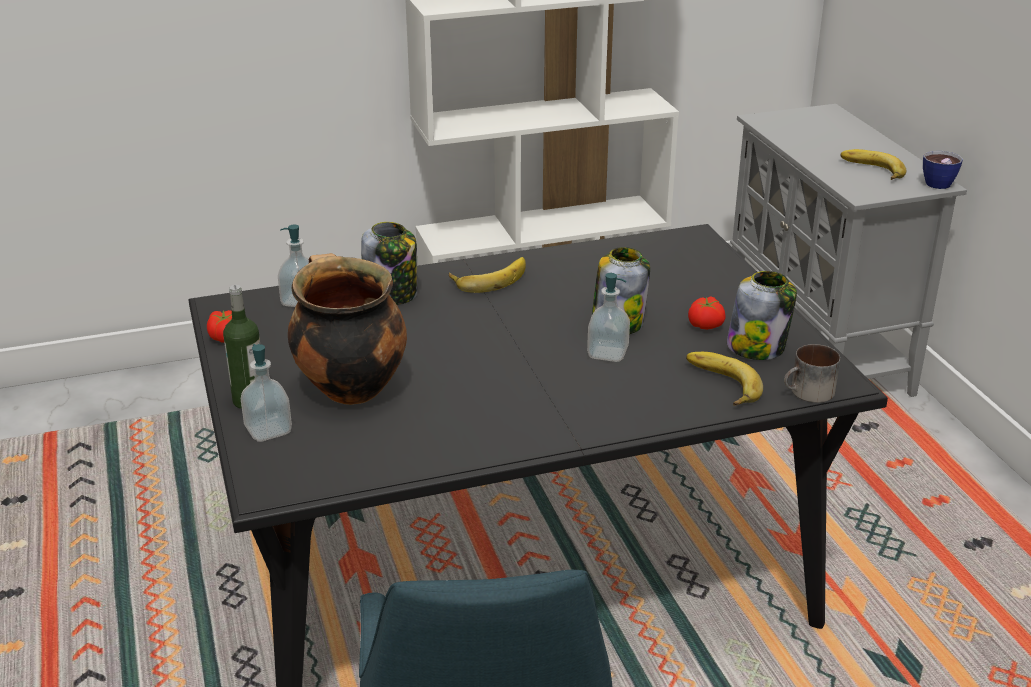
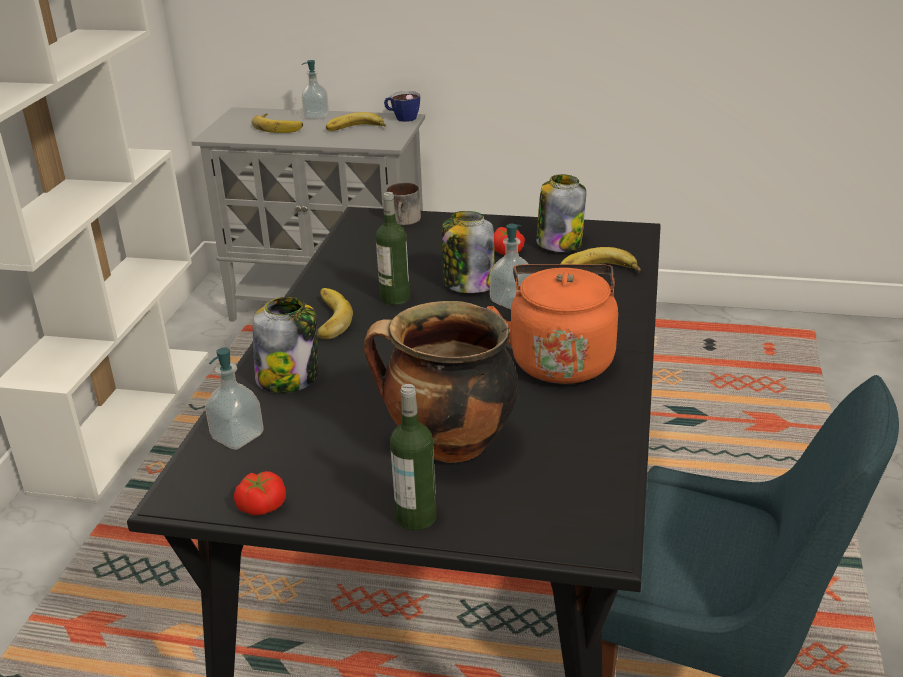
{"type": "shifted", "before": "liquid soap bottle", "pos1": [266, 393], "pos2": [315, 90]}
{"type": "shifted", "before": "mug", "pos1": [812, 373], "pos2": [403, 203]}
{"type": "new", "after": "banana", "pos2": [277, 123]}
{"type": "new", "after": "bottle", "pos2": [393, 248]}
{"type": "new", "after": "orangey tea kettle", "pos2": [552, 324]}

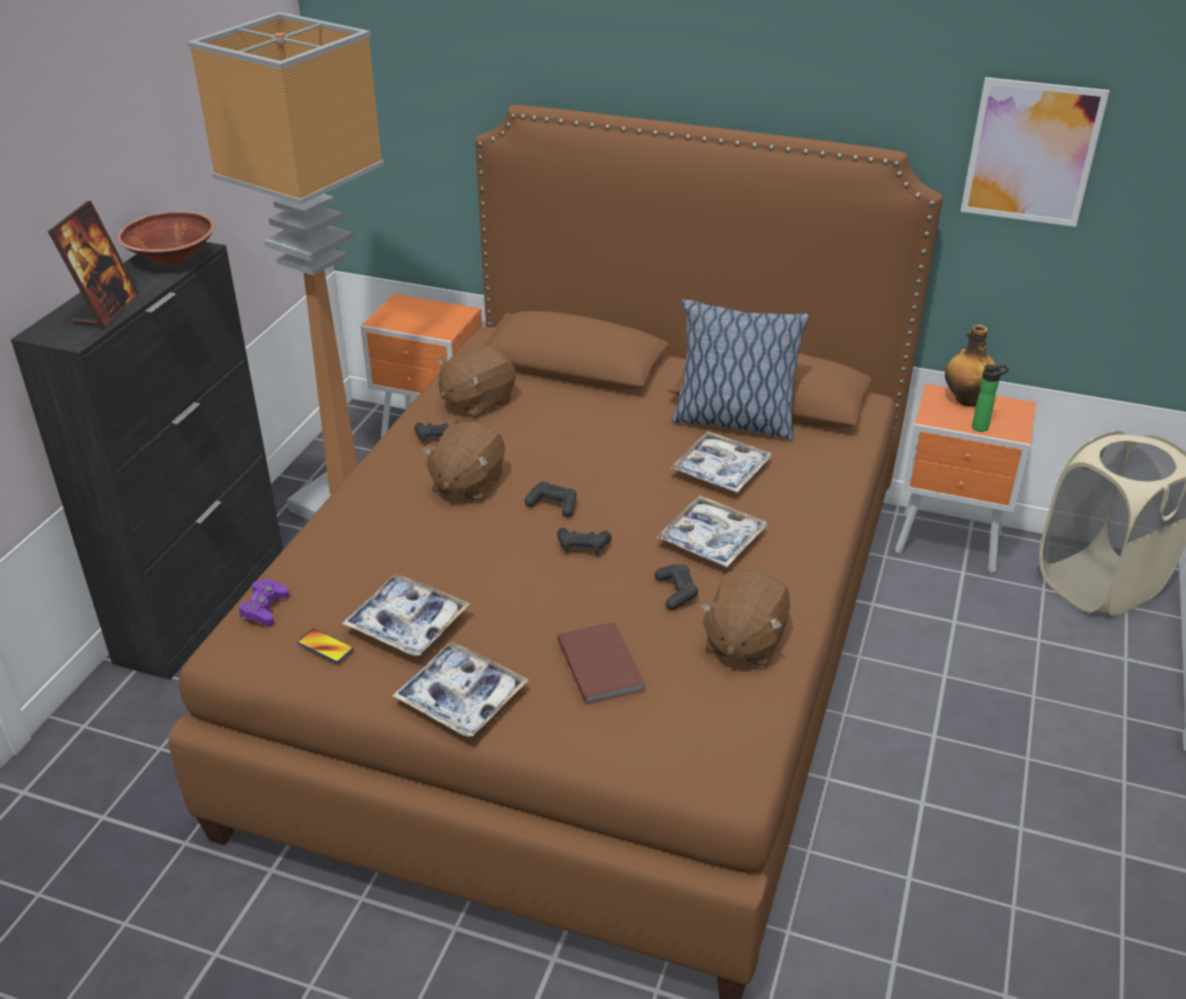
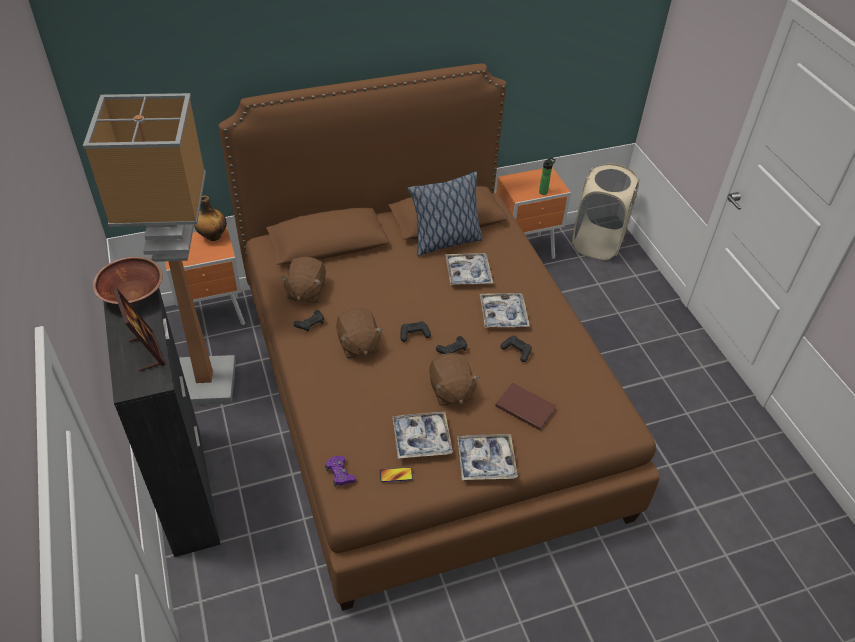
{"type": "gone", "before": "wall art", "pos1": [1035, 152]}
{"type": "shifted", "before": "bottle", "pos1": [970, 365], "pos2": [210, 218]}
{"type": "shifted", "before": "brownish cuddly toy", "pos1": [745, 618], "pos2": [454, 379]}

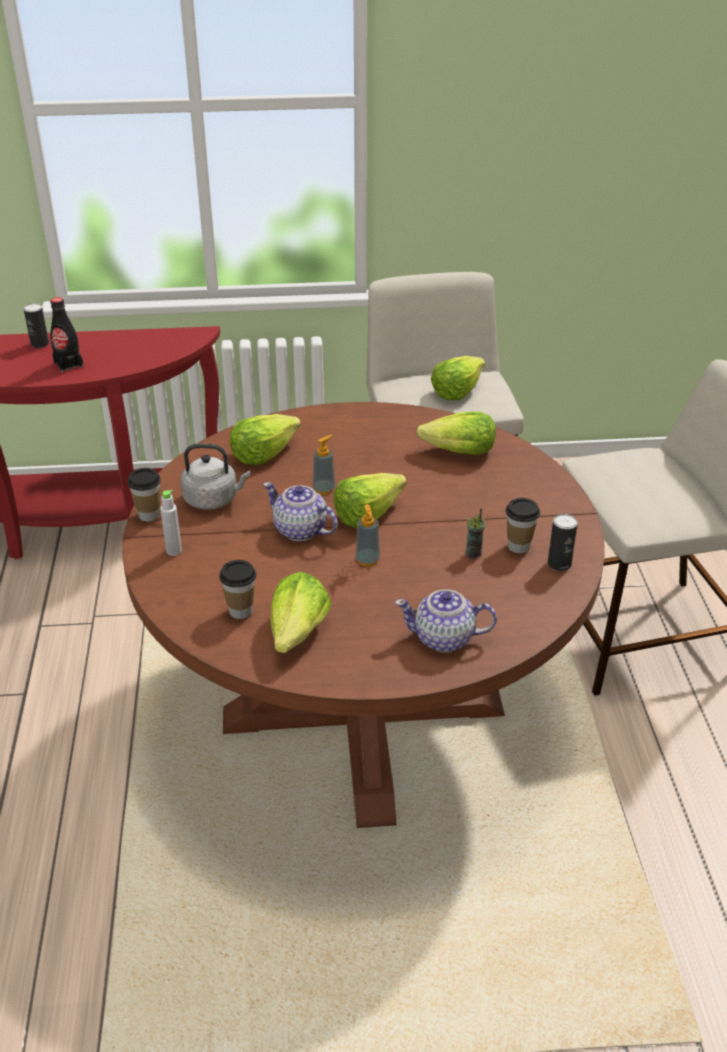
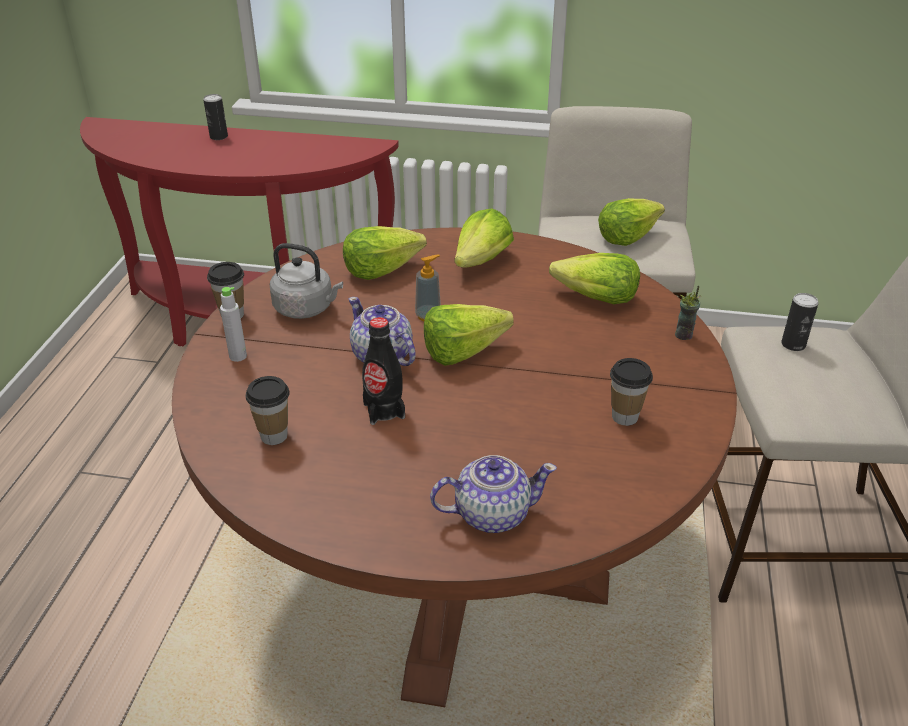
{"type": "shifted", "before": "blackish bottle", "pos1": [66, 334], "pos2": [383, 371]}
{"type": "gone", "before": "liquid soap bottle", "pos1": [368, 535]}
{"type": "shifted", "before": "drinking cup", "pos1": [475, 533], "pos2": [688, 313]}
{"type": "shifted", "before": "can", "pos1": [563, 542], "pos2": [800, 322]}
{"type": "shifted", "before": "lettuce", "pos1": [301, 612], "pos2": [484, 238]}
{"type": "rotated", "before": "teapot", "pos1": [446, 620], "pos2": [493, 494], "turn": 150}

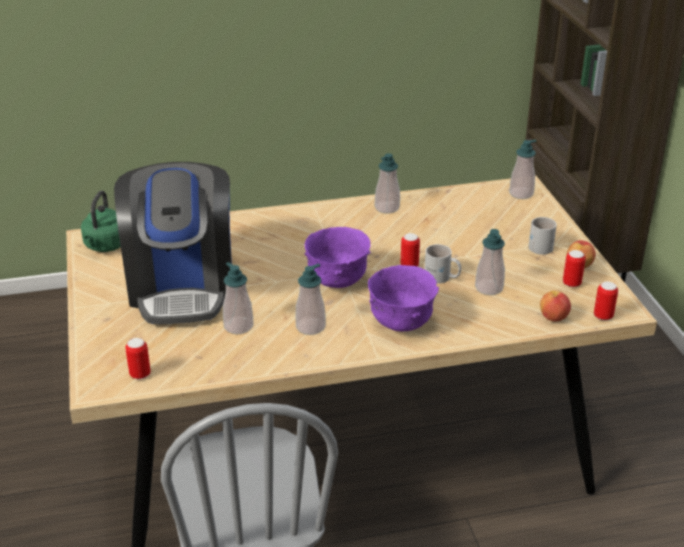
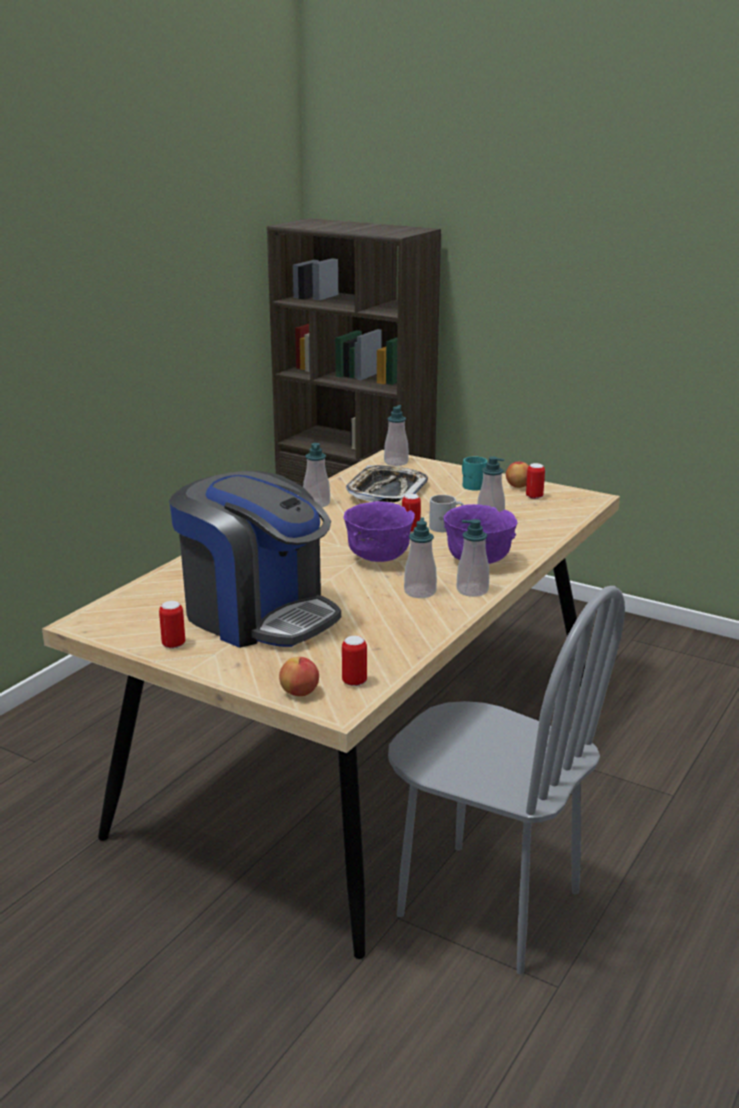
{"type": "gone", "before": "green tea kettle", "pos1": [101, 221]}
{"type": "repainted", "before": "white mug", "after": "turquoise mug", "pos1": [542, 236], "pos2": [474, 473]}
{"type": "shifted", "before": "liquid soap bottle", "pos1": [238, 298], "pos2": [473, 558]}
{"type": "shifted", "before": "can", "pos1": [606, 301], "pos2": [172, 625]}
{"type": "shifted", "before": "apple", "pos1": [555, 306], "pos2": [299, 676]}
{"type": "new", "after": "carrying tray", "pos2": [387, 483]}

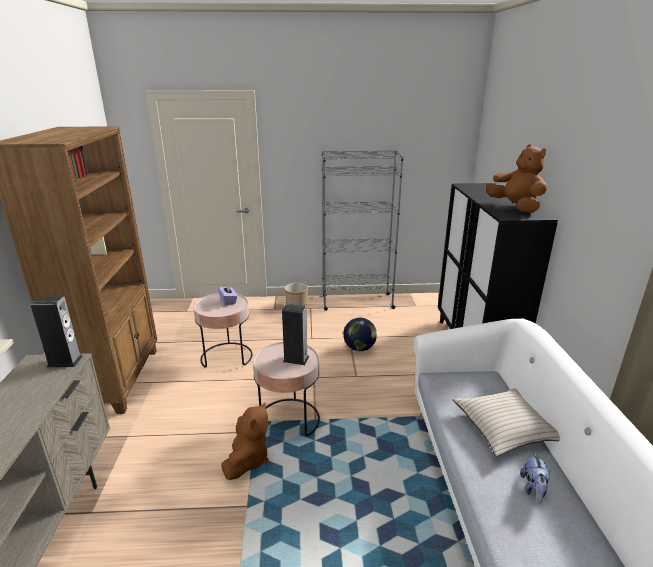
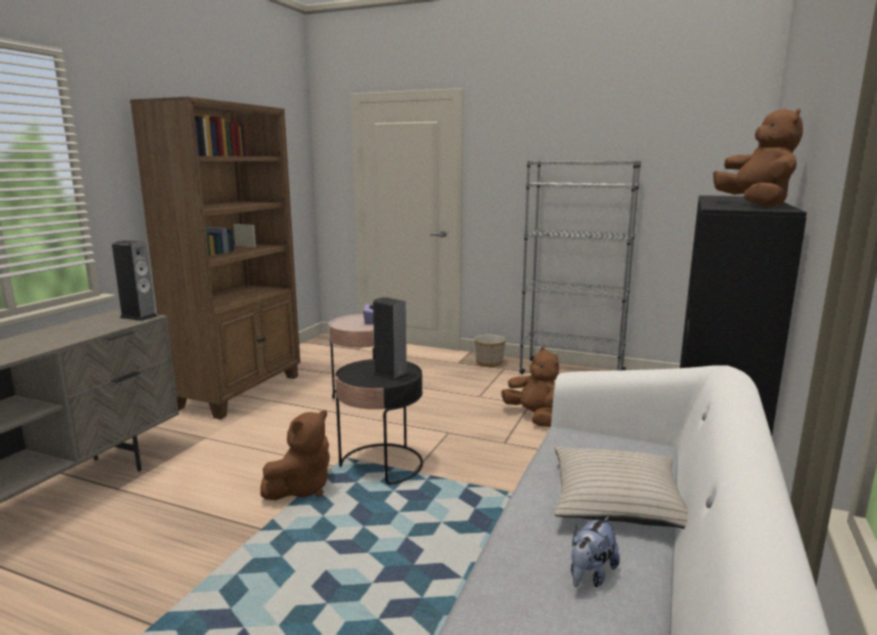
{"type": "swapped", "before": "desk globe", "after": "brownish cuddly toy", "pos1": [360, 334], "pos2": [530, 387]}
{"type": "repainted", "before": "pink end table", "after": "blackish end table", "pos1": [286, 389], "pos2": [379, 422]}

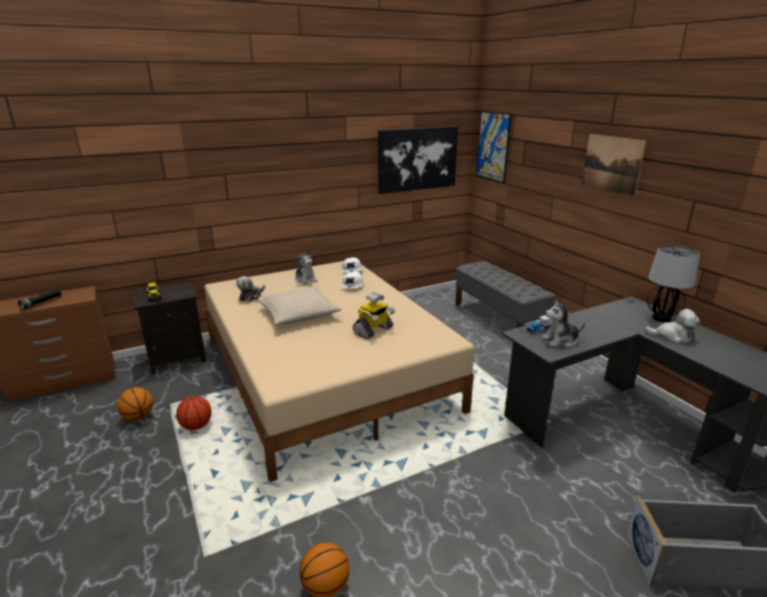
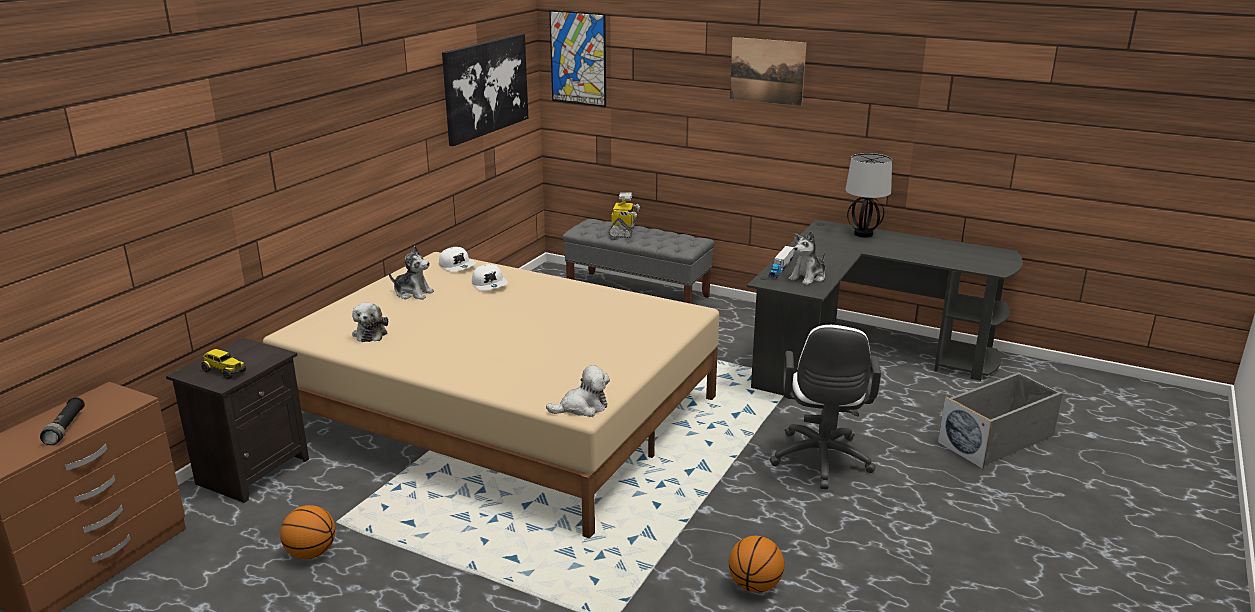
{"type": "gone", "before": "beige-coloured pillow", "pos1": [299, 306]}
{"type": "shifted", "before": "toy robot", "pos1": [373, 315], "pos2": [624, 215]}
{"type": "shifted", "before": "cuddly toy", "pos1": [672, 326], "pos2": [578, 391]}
{"type": "gone", "before": "basketball ball", "pos1": [194, 413]}
{"type": "new", "after": "white desk chair", "pos2": [825, 407]}

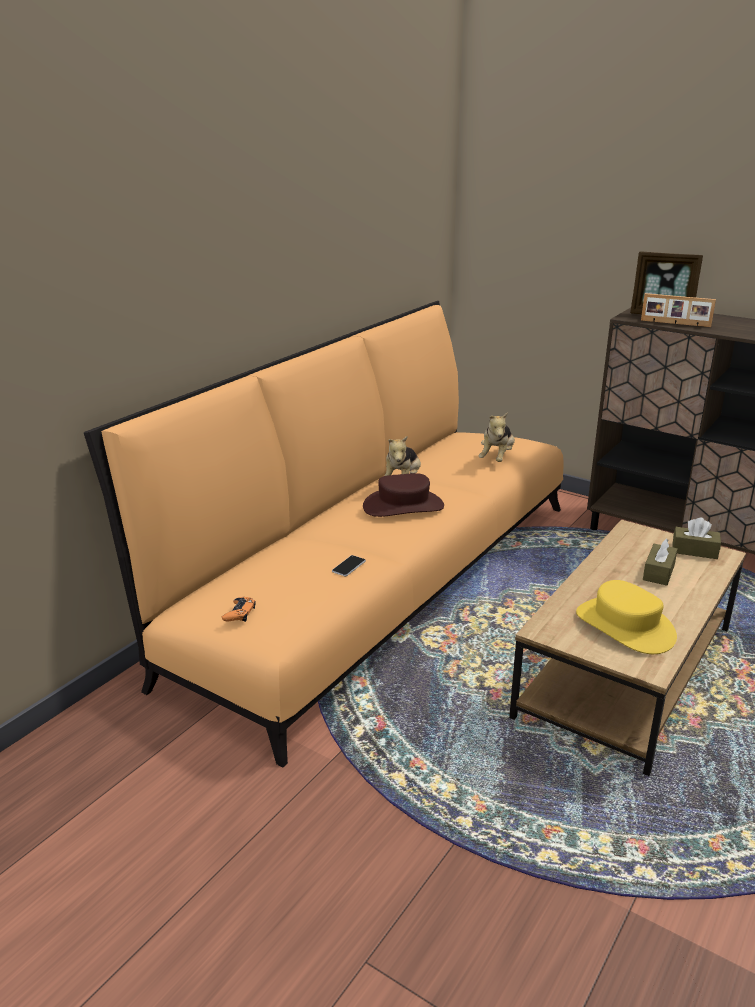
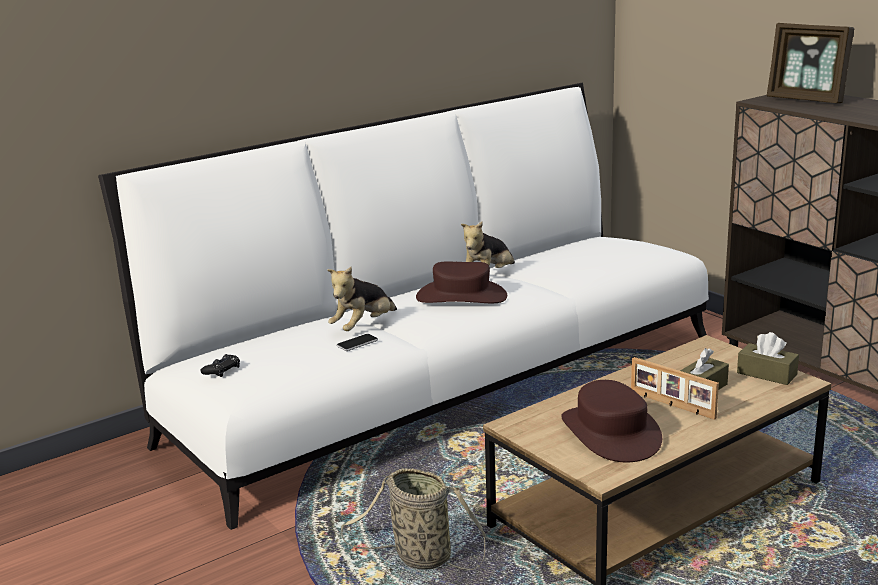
{"type": "shifted", "before": "photo frame", "pos1": [678, 310], "pos2": [675, 388]}
{"type": "repainted", "before": "orangey settee", "after": "white settee", "pos1": [324, 534], "pos2": [403, 306]}
{"type": "shifted", "before": "cuddly toy", "pos1": [496, 437], "pos2": [362, 299]}
{"type": "repainted", "before": "yellowish clothing hat", "after": "brownish clothing hat", "pos1": [626, 617], "pos2": [611, 421]}
{"type": "repainted", "before": "orangey gamepad", "after": "blackish gamepad", "pos1": [239, 609], "pos2": [220, 365]}
{"type": "new", "after": "storage basket", "pos2": [413, 519]}

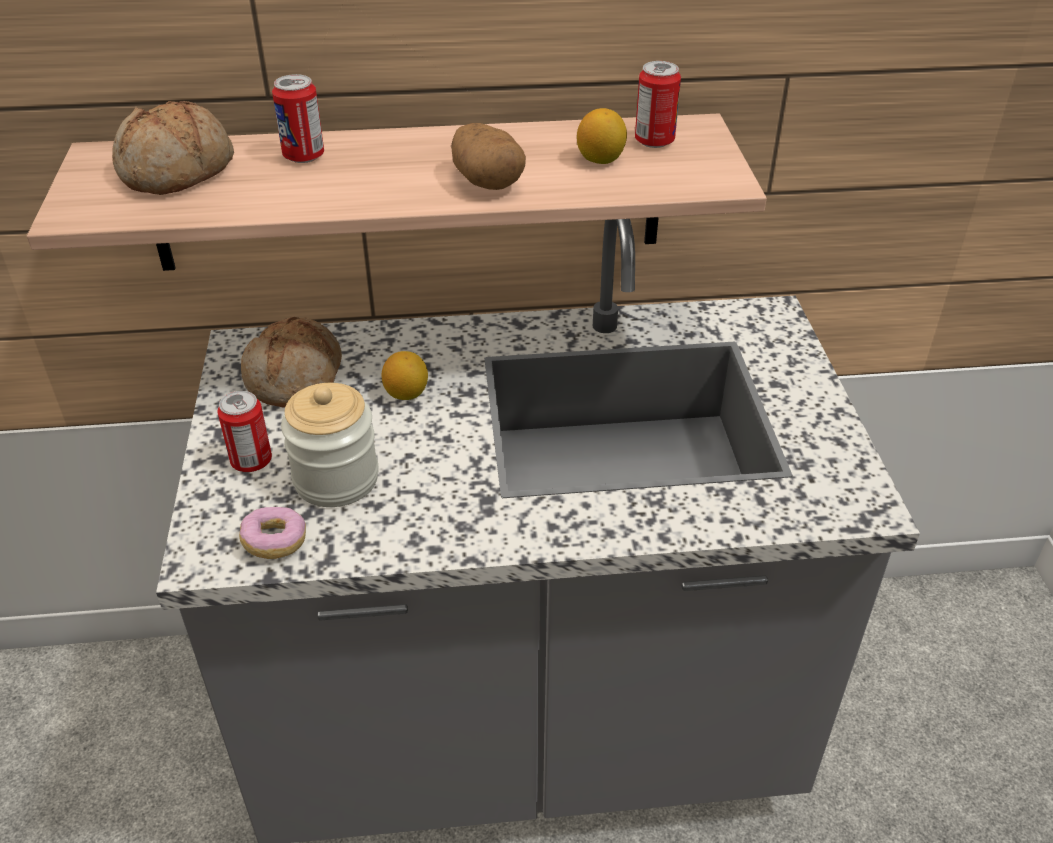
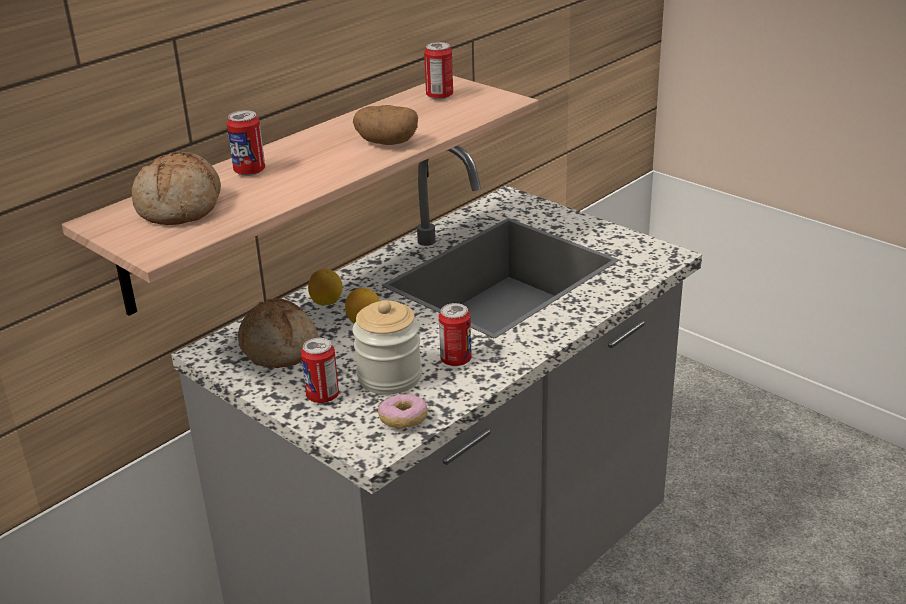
{"type": "shifted", "before": "lemon", "pos1": [602, 136], "pos2": [325, 287]}
{"type": "new", "after": "can", "pos2": [455, 334]}

